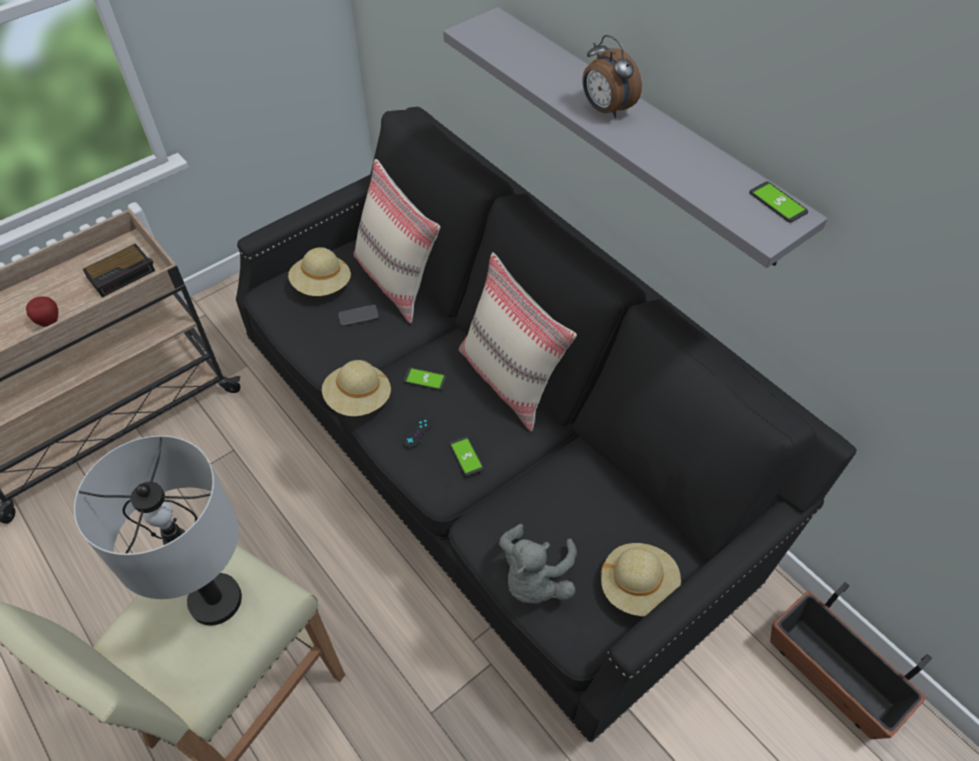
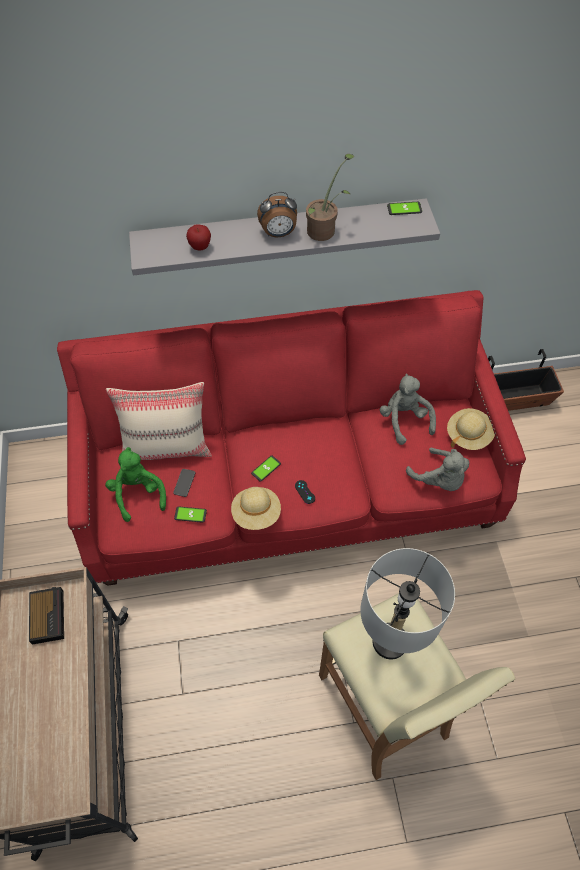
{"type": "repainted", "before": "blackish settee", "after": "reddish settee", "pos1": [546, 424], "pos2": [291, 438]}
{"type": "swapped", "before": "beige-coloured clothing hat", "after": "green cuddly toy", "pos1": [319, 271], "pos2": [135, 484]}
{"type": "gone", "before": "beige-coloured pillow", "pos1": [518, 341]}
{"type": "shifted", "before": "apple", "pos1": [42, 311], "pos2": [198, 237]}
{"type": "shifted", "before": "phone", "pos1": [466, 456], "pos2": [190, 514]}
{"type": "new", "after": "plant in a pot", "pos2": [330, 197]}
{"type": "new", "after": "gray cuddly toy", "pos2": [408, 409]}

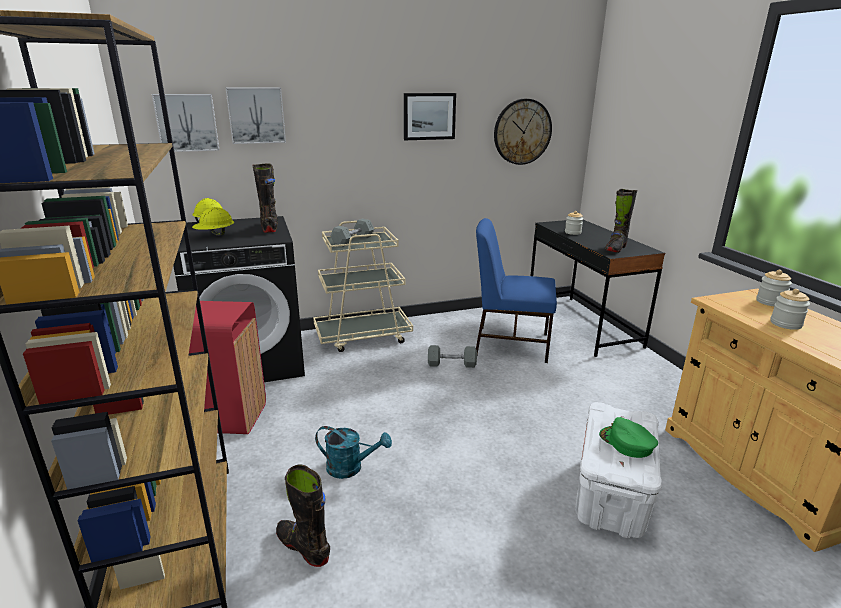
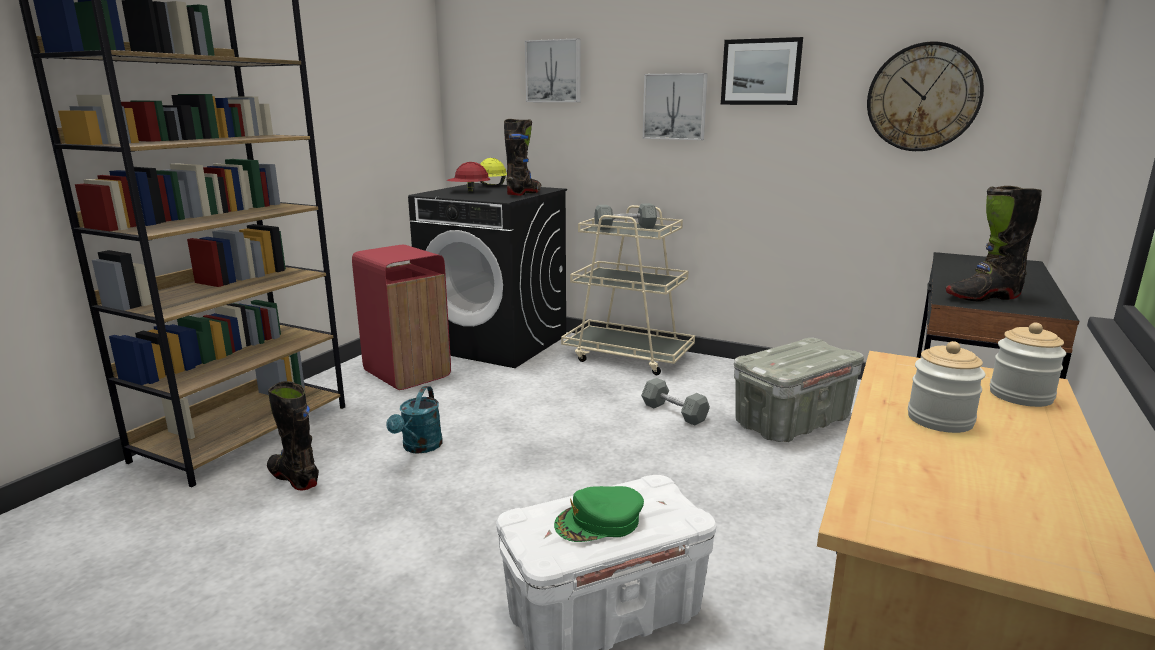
{"type": "shifted", "before": "wall art", "pos1": [185, 123], "pos2": [675, 106]}
{"type": "repainted", "before": "yellowish hard hat", "after": "reddish hard hat", "pos1": [213, 221], "pos2": [468, 177]}
{"type": "gone", "before": "jar", "pos1": [574, 223]}
{"type": "swapped", "before": "blue-coloured chair", "after": "gray storage bin", "pos1": [516, 290], "pos2": [799, 390]}
{"type": "rotated", "before": "green baseball cap", "pos1": [628, 437], "pos2": [599, 514], "turn": -120}
{"type": "rotated", "before": "turquoise watering pot", "pos1": [353, 452], "pos2": [414, 419], "turn": 45}
{"type": "rotated", "before": "blackish tall boot", "pos1": [303, 516], "pos2": [293, 436], "turn": -45}

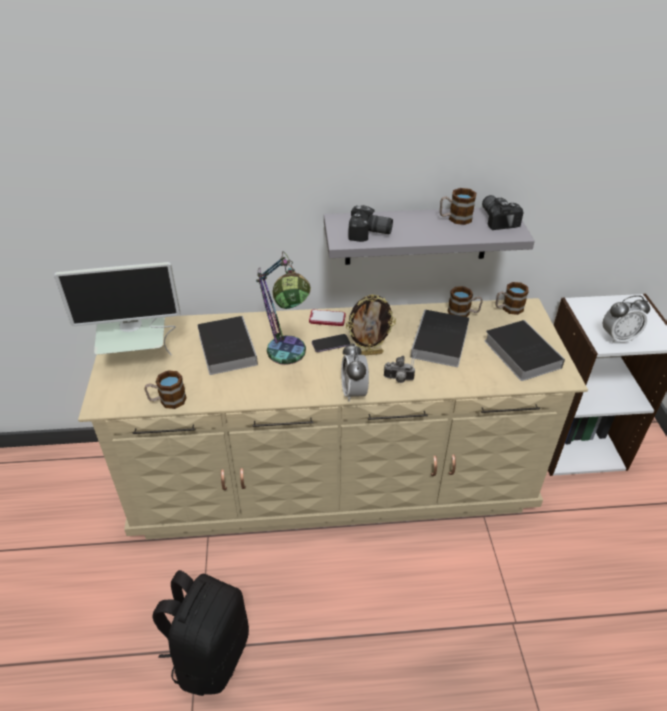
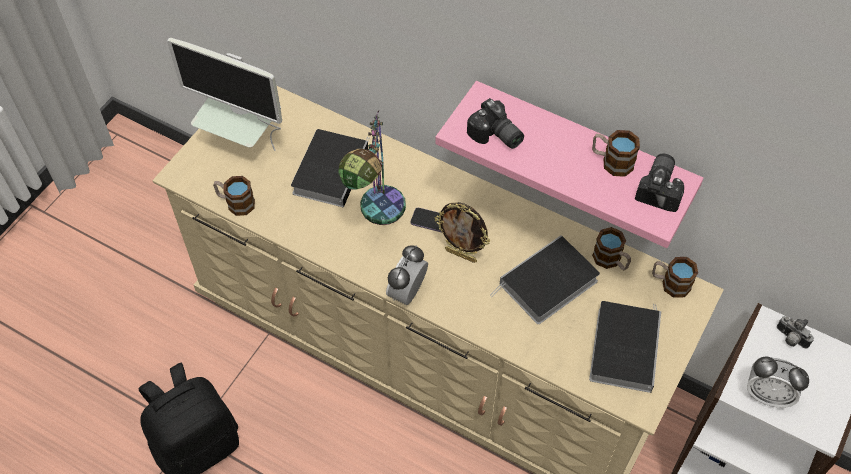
{"type": "repainted", "before": "gray bracket shelf", "after": "pink bracket shelf", "pos1": [429, 236], "pos2": [569, 164]}
{"type": "gone", "before": "phone", "pos1": [327, 318]}
{"type": "shifted", "before": "still camera", "pos1": [399, 369], "pos2": [795, 332]}

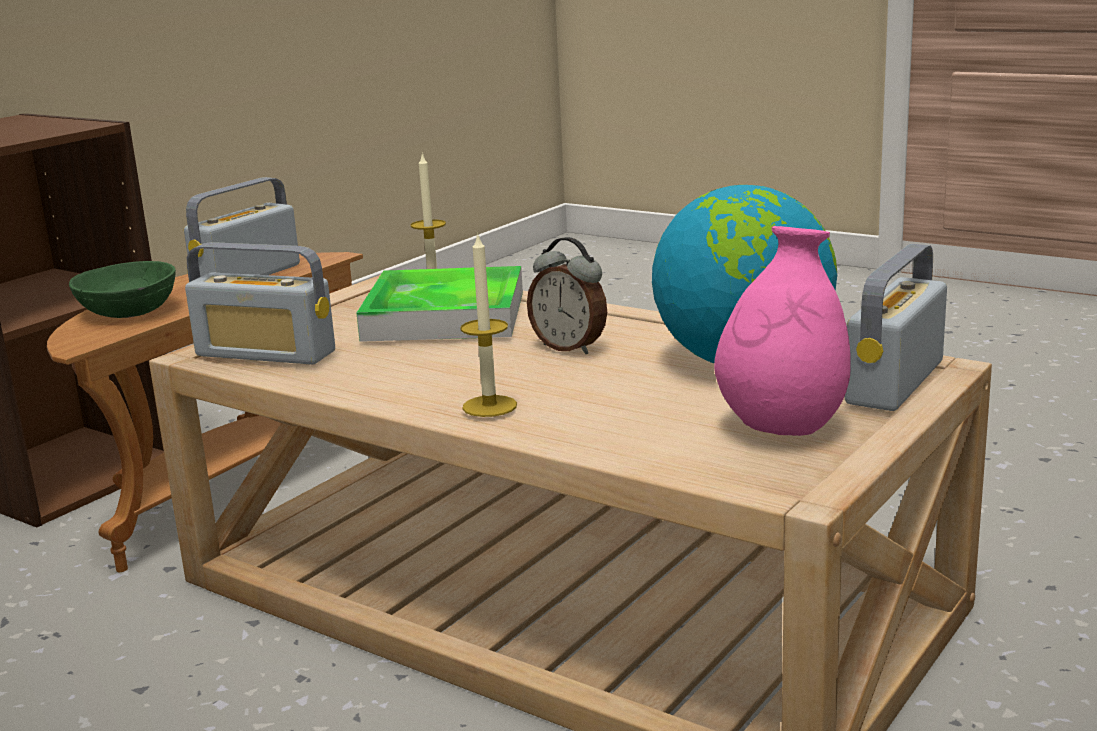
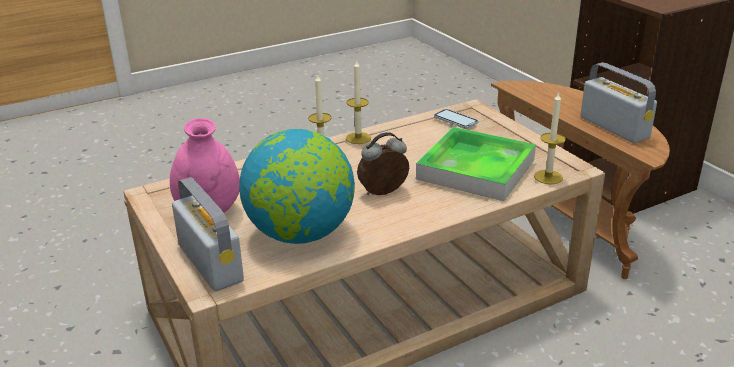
{"type": "swapped", "before": "radio receiver", "after": "phone", "pos1": [260, 303], "pos2": [456, 119]}
{"type": "gone", "before": "green bowl", "pos1": [122, 289]}
{"type": "new", "after": "wax candle", "pos2": [358, 101]}

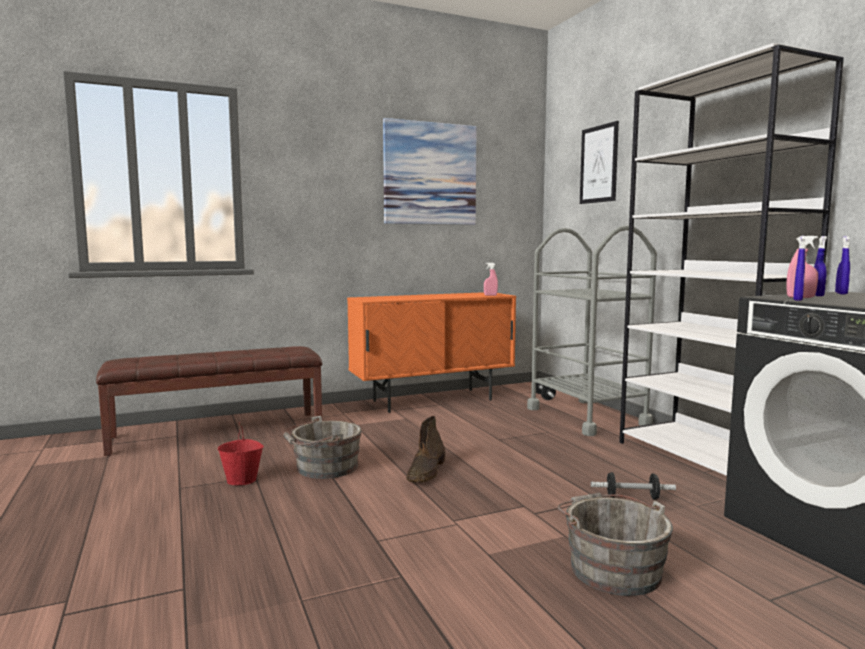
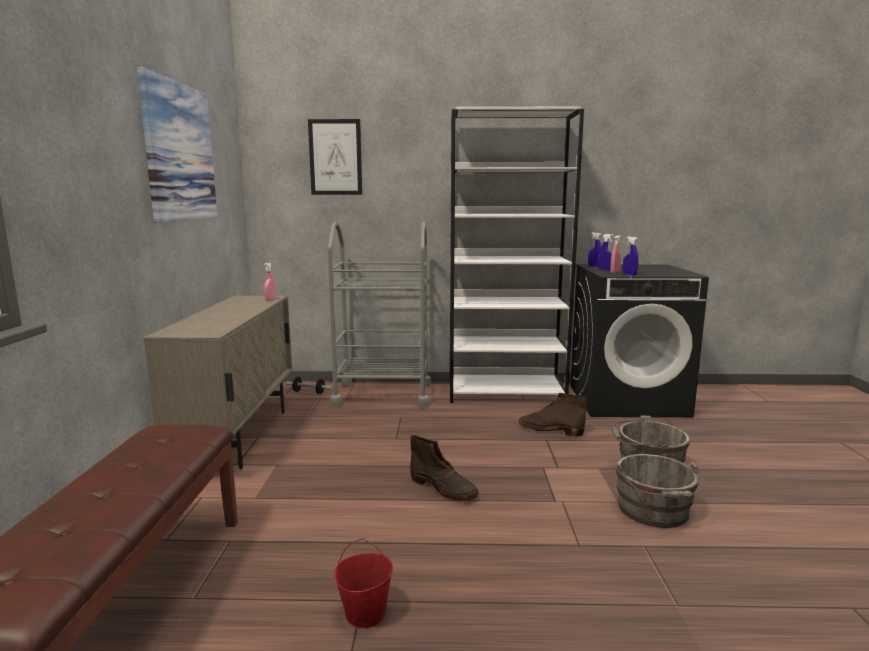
{"type": "repainted", "before": "orangey cabinet", "after": "beige-coloured cabinet", "pos1": [431, 352], "pos2": [217, 383]}
{"type": "shifted", "before": "gray water bucket", "pos1": [322, 447], "pos2": [661, 491]}
{"type": "swapped", "before": "free weight", "after": "brownish tall boot", "pos1": [633, 486], "pos2": [552, 415]}

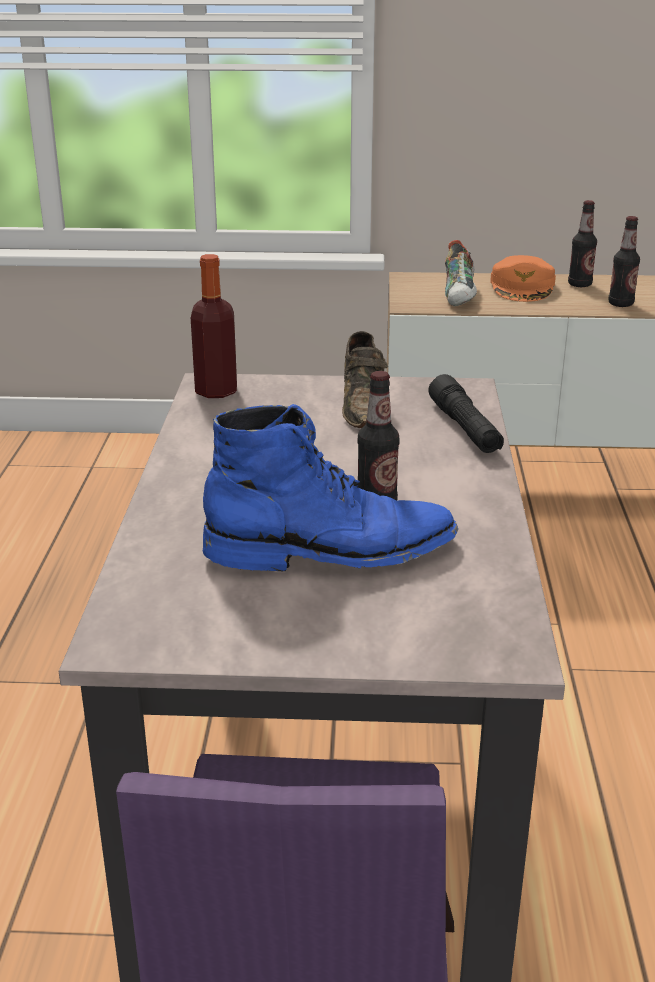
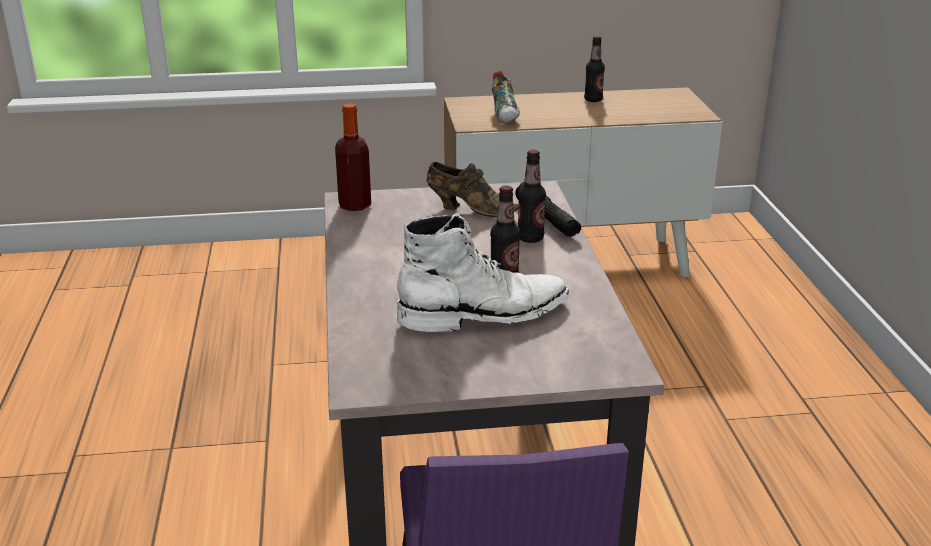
{"type": "shifted", "before": "bottle", "pos1": [624, 261], "pos2": [532, 196]}
{"type": "gone", "before": "orangey baseball cap", "pos1": [523, 278]}
{"type": "rotated", "before": "brownish item of footwear", "pos1": [365, 379], "pos2": [473, 189], "turn": -60}
{"type": "repainted", "before": "blue-coloured tall boot", "after": "white tall boot", "pos1": [330, 487], "pos2": [483, 273]}

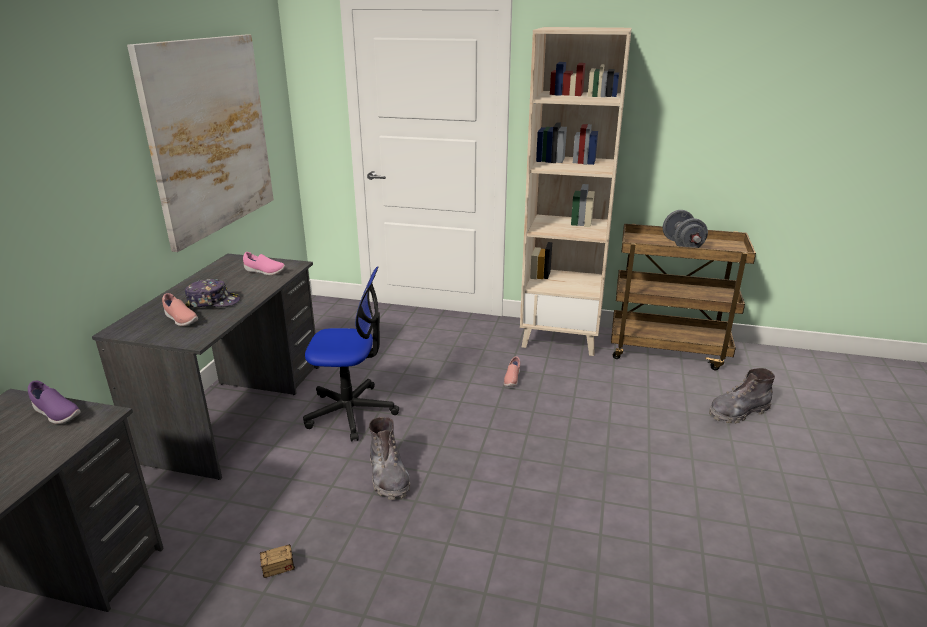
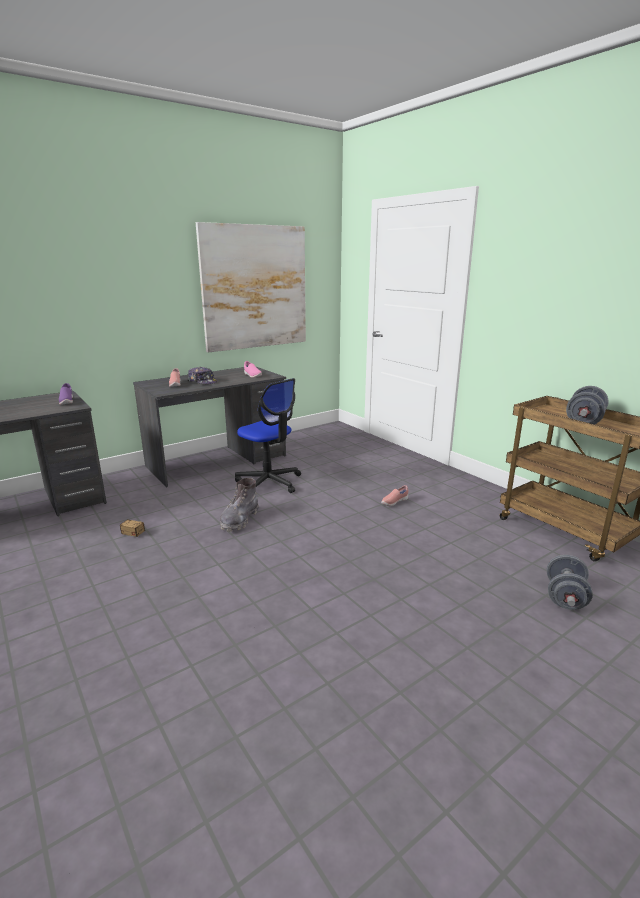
{"type": "gone", "before": "beige-coloured bookcase", "pos1": [576, 191]}
{"type": "swapped", "before": "gray tall boot", "after": "gray free weight", "pos1": [742, 395], "pos2": [570, 582]}

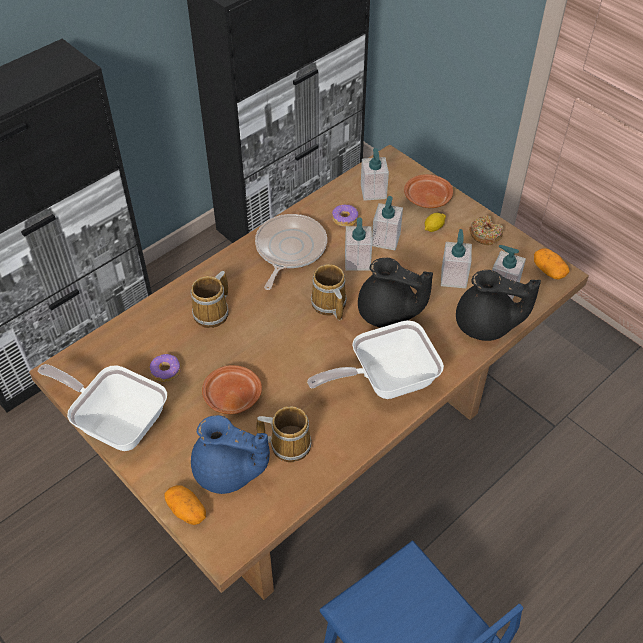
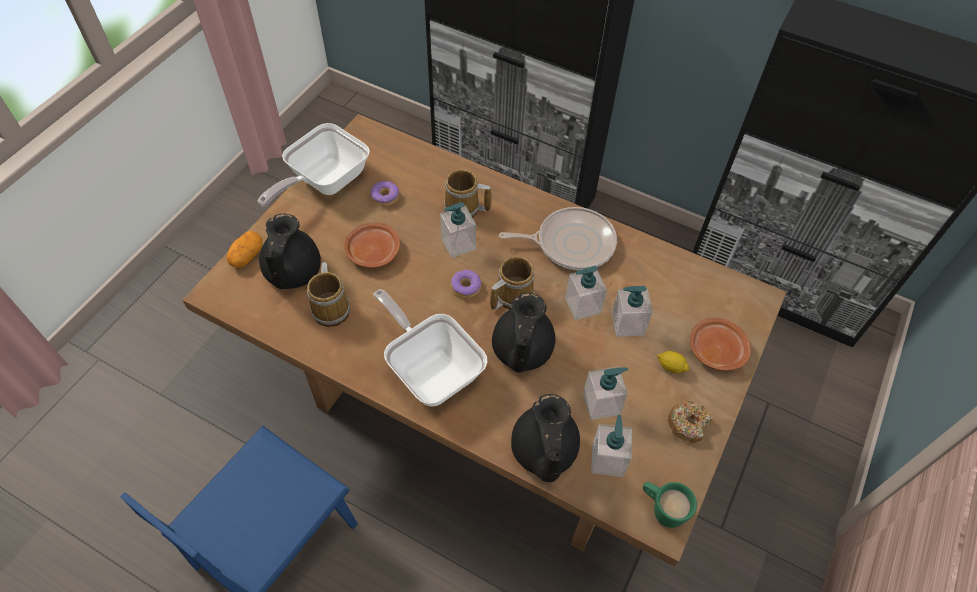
{"type": "shifted", "before": "liquid soap bottle", "pos1": [375, 174], "pos2": [458, 230]}
{"type": "shifted", "before": "ring doughnut", "pos1": [345, 216], "pos2": [466, 284]}
{"type": "swapped", "before": "whole potato", "after": "green mug", "pos1": [552, 263], "pos2": [670, 505]}
{"type": "rotated", "before": "frying pan", "pos1": [102, 407], "pos2": [314, 165], "turn": -150}
{"type": "repainted", "before": "blue-coloured teapot", "after": "blackish teapot", "pos1": [230, 454], "pos2": [290, 251]}

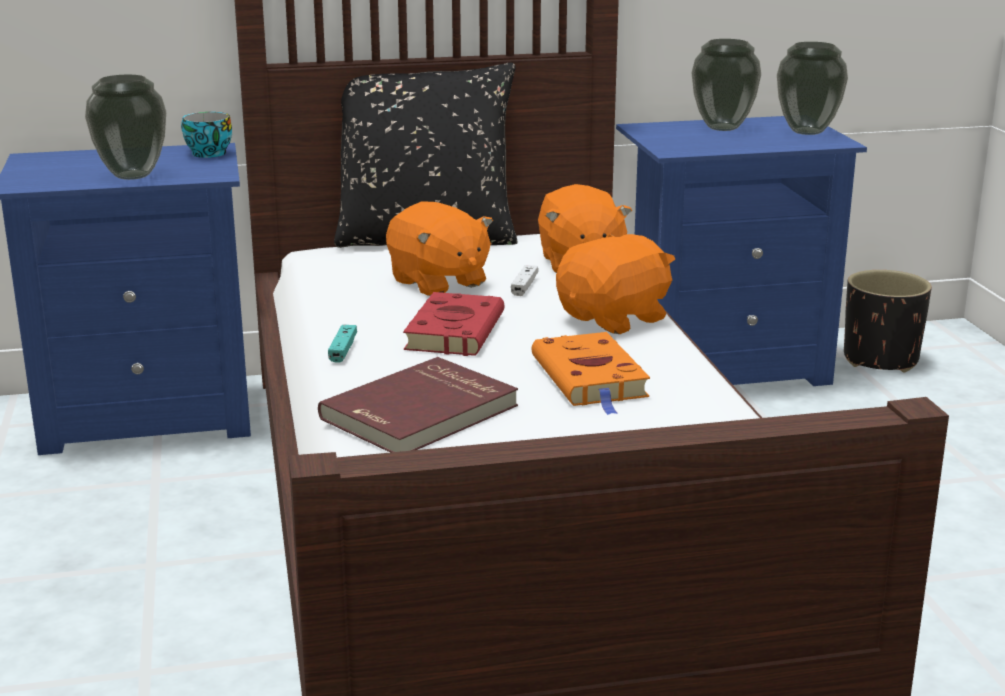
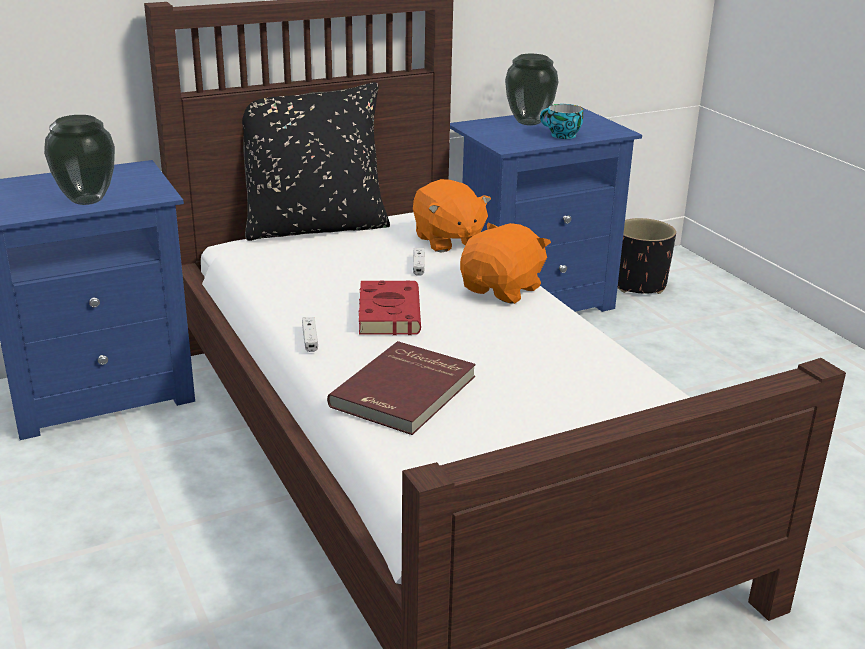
{"type": "gone", "before": "decorative vase", "pos1": [812, 88]}
{"type": "shifted", "before": "drinking cup", "pos1": [206, 135], "pos2": [561, 121]}
{"type": "gone", "before": "orangey cuddly toy", "pos1": [439, 249]}
{"type": "repainted", "before": "turquoise gamepad", "after": "white gamepad", "pos1": [342, 344], "pos2": [310, 334]}
{"type": "gone", "before": "orangey bound book", "pos1": [591, 373]}

